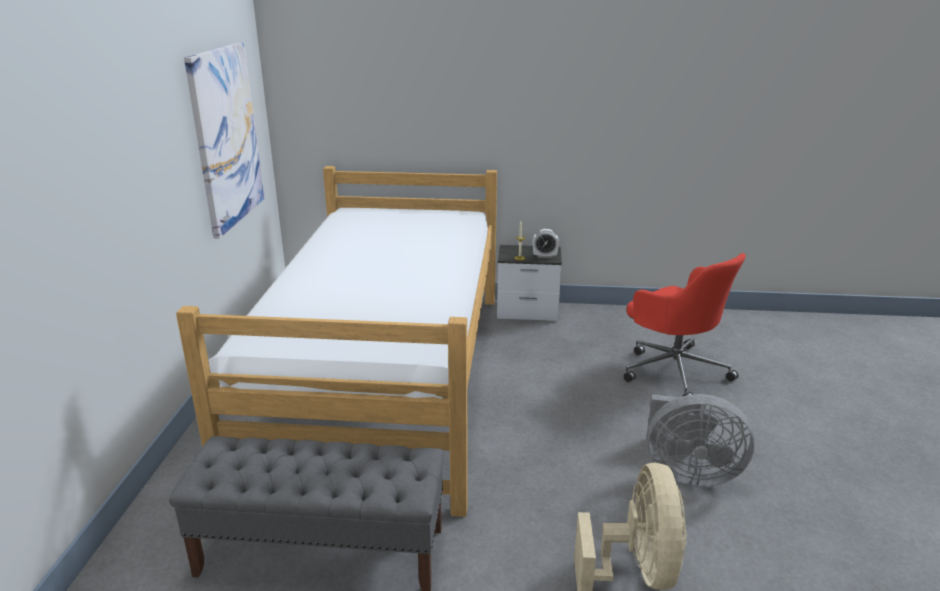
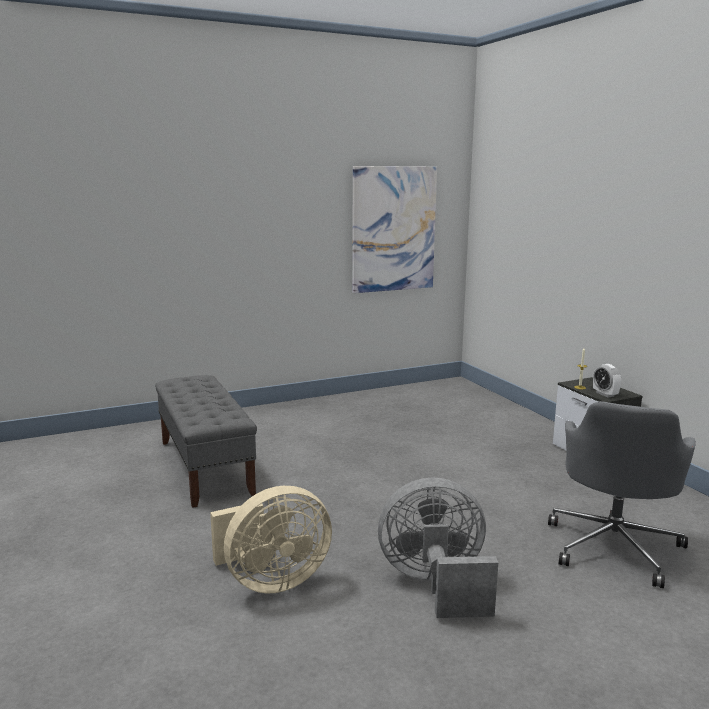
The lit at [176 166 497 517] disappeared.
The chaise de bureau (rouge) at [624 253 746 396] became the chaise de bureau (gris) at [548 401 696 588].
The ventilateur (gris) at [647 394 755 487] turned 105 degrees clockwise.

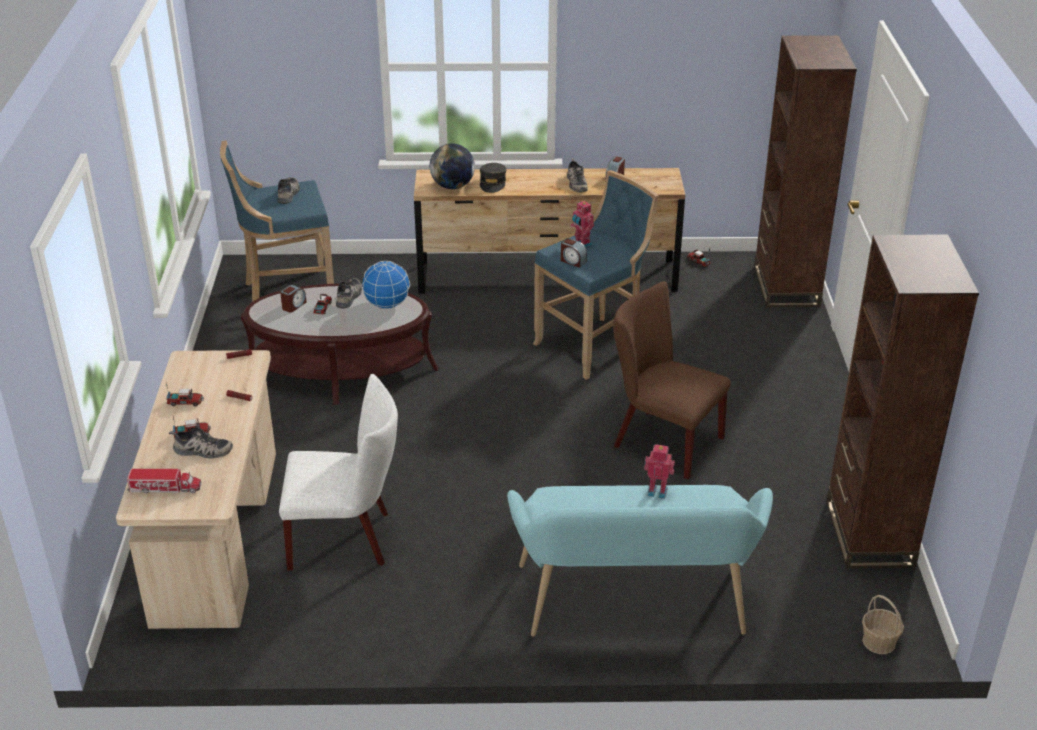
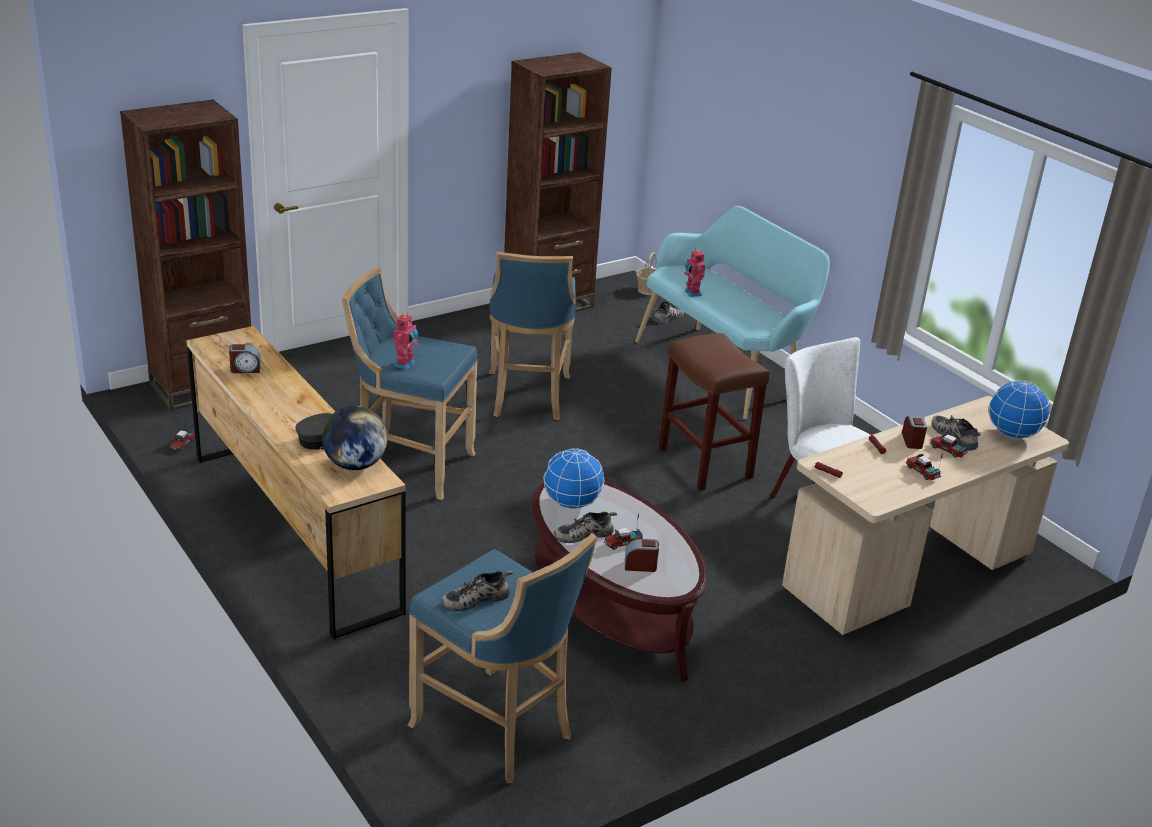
The camion jouet at [127 469 202 493] was replaced by the globe at [989 380 1050 439].
The réveil moved from [561 238 587 268] to [902 416 927 449].
The chaussure moved from [567 158 588 193] to [652 301 684 324].
The chaise (marron) at [613 281 731 480] was replaced by the tabouret (bleu) at [489 252 576 420].
The tabouret (marron) at [658 333 769 491] appeared.

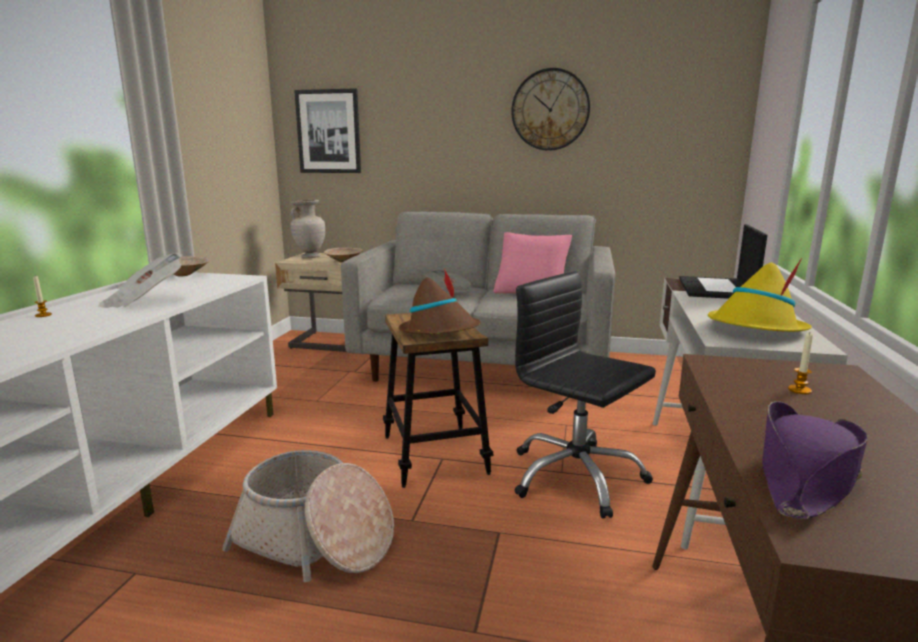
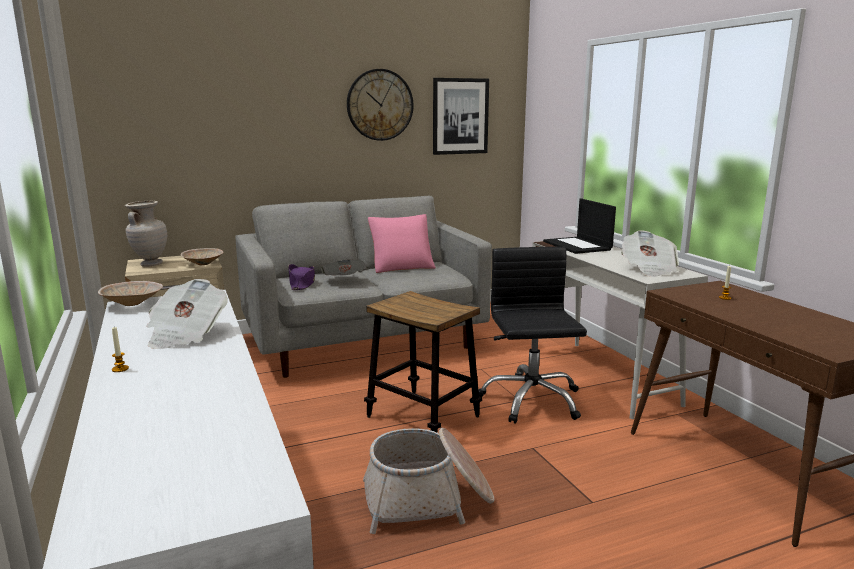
The tableau moved from [294 88 361 173] to [433 78 489 155].
The chapeau (marron) at [399 268 481 334] disappeared.
The chaise de bureau (noir) at [514 271 656 519] turned 75 degrees clockwise.
The chapeau (jaune) at [708 258 812 332] was replaced by the journal at [621 230 679 277].
The chapeau (violet) moved from [762 401 868 519] to [288 264 315 290].

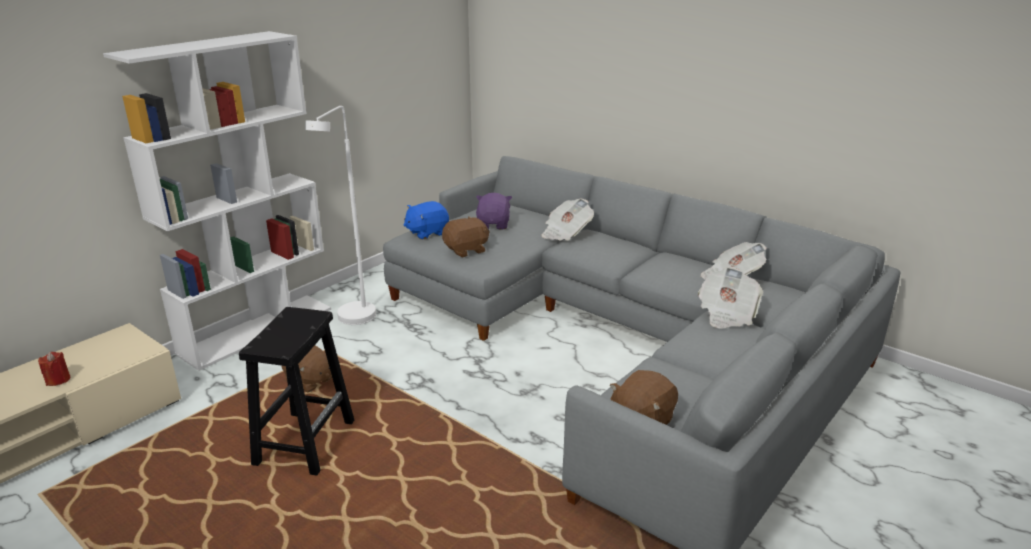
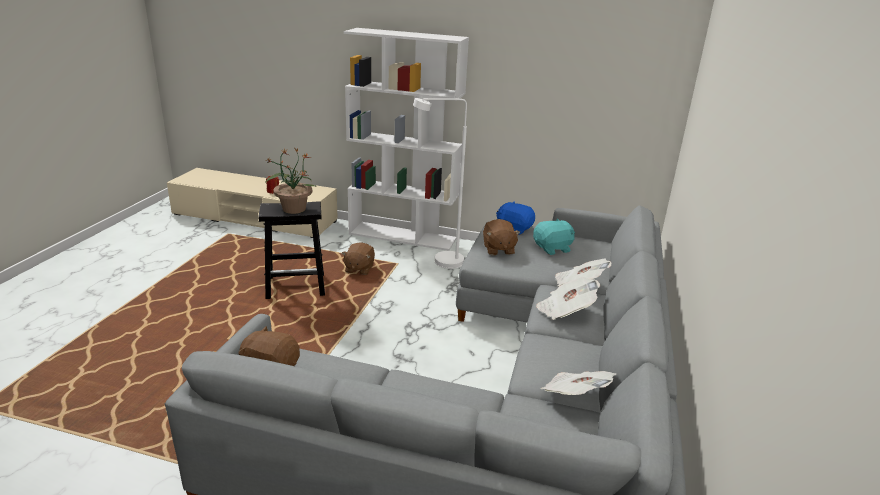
The peluche (marron) at [442 216 490 257] turned 45 degrees clockwise.
The peluche (violet) at [476 193 512 229] became the peluche (turquoise) at [533 219 575 255].
The journal moved from [698 267 763 328] to [536 277 601 320].
The plante en pot at [265 148 317 214] appeared.

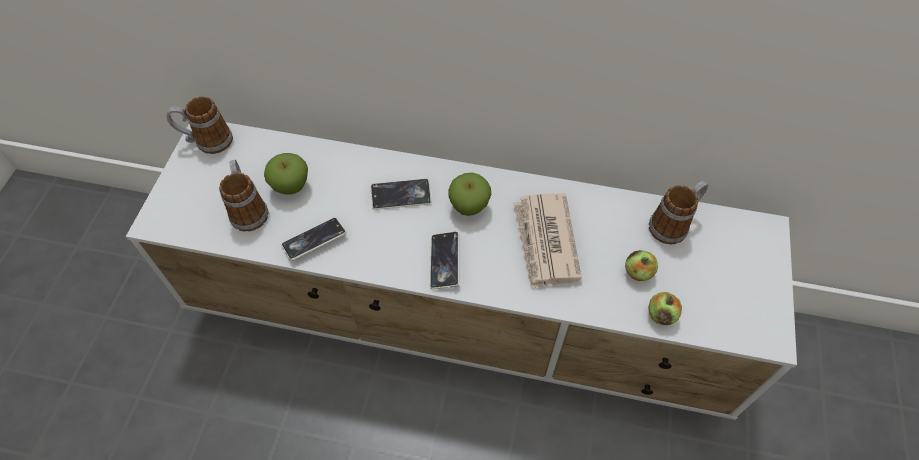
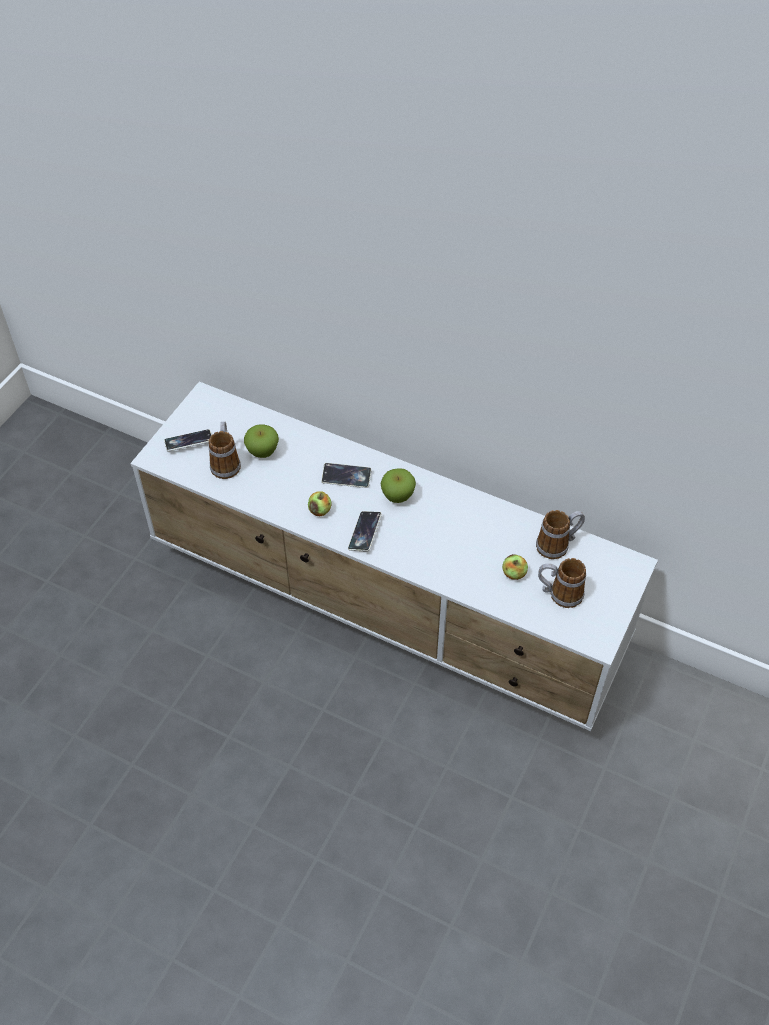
The mug moved from [166 96 233 154] to [538 558 586 608].
The téléphone moved from [281 218 346 261] to [164 429 212 451].
The journal at [513 193 582 289] disappeared.
The pomme moved from [648 292 682 325] to [308 491 332 516].

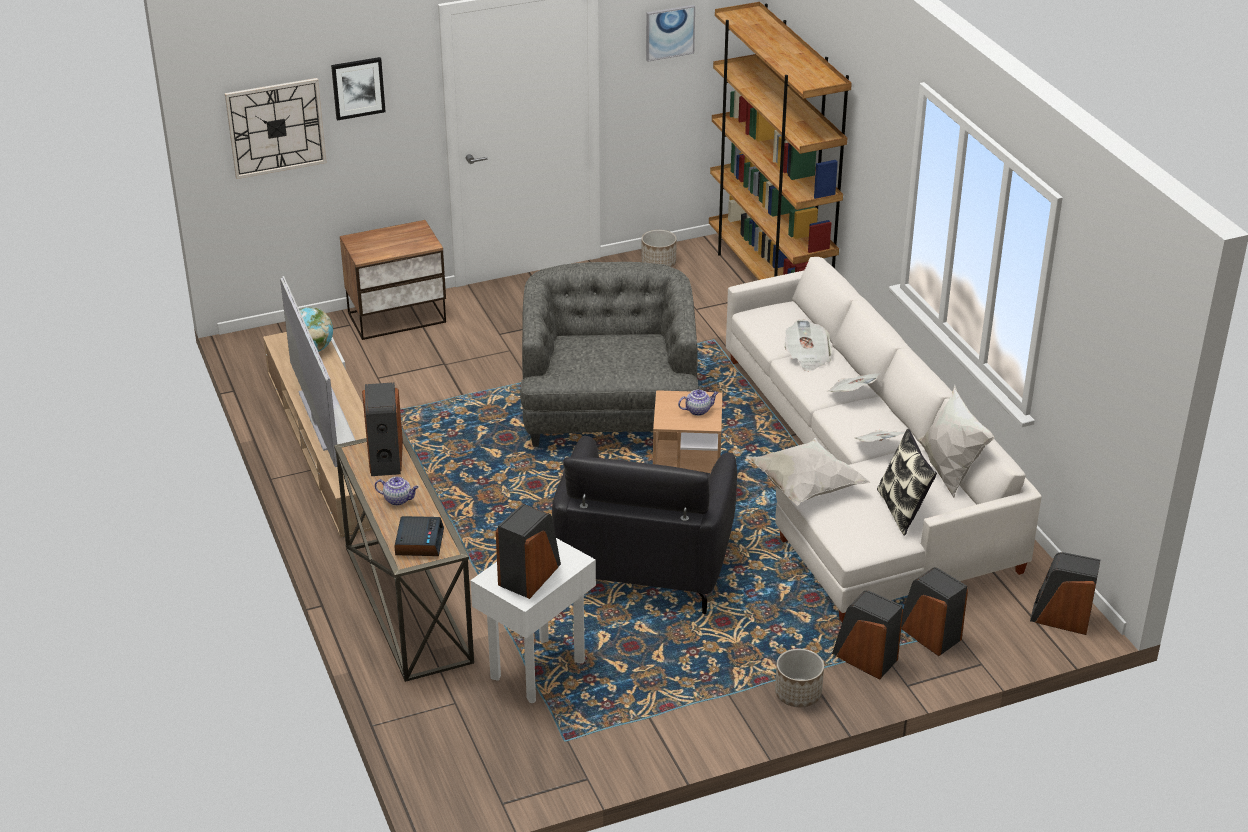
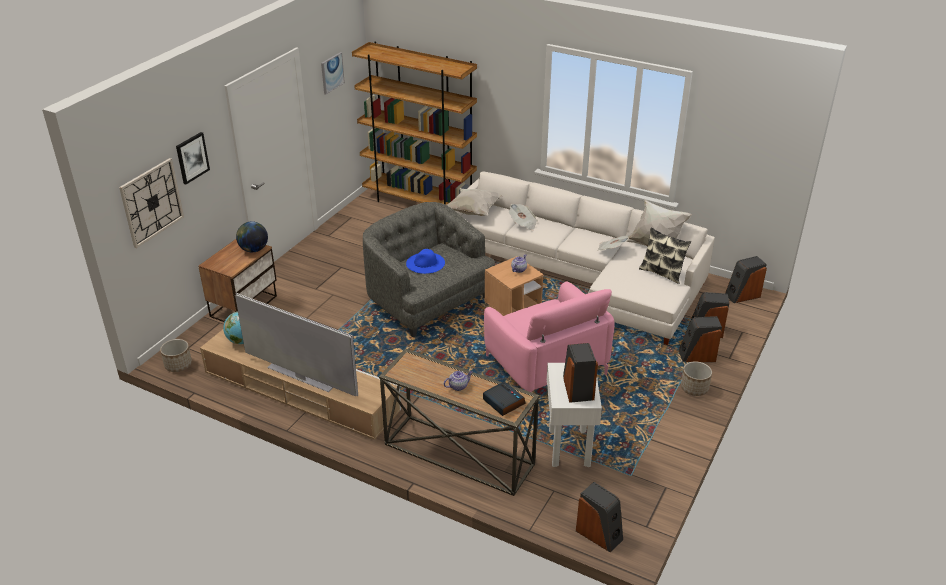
The enceinte moved from [362 382 403 476] to [576 482 623 553].
The fauteuil (noir) at [552 436 737 615] became the fauteuil (rose) at [484 282 615 392].
The cache-pot moved from [642 230 677 267] to [160 339 192 372].
The coussin (blanc) moved from [746 438 870 506] to [447 188 503 216].
The journal at [827 373 880 392] disappeared.
The globe at [236 221 268 252] appeared.
The chapeau (bleu) at [406 249 445 274] appeared.

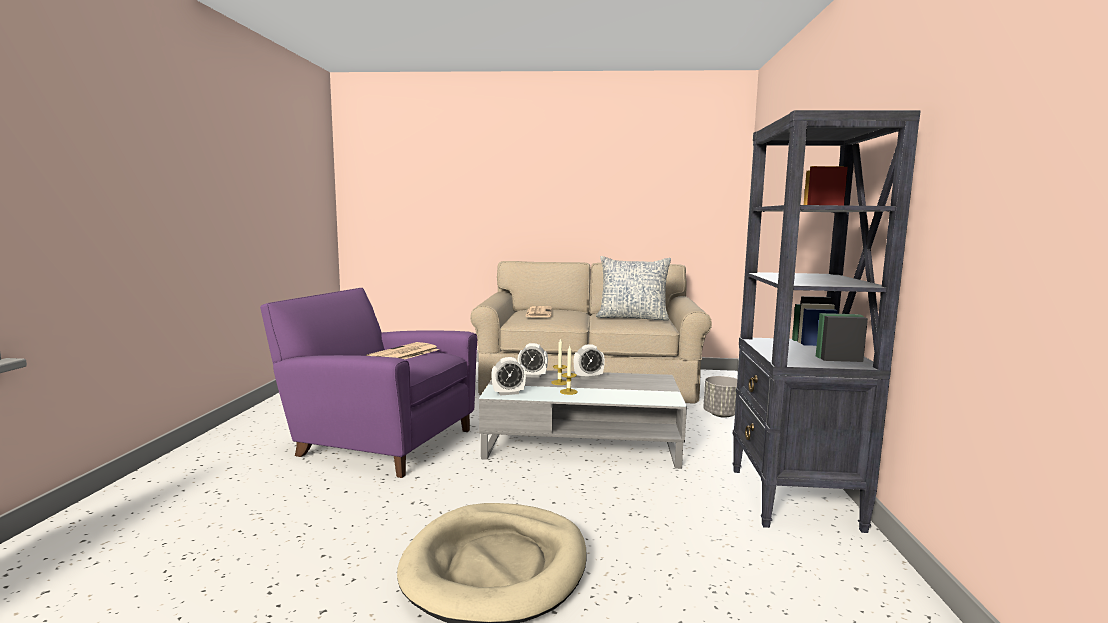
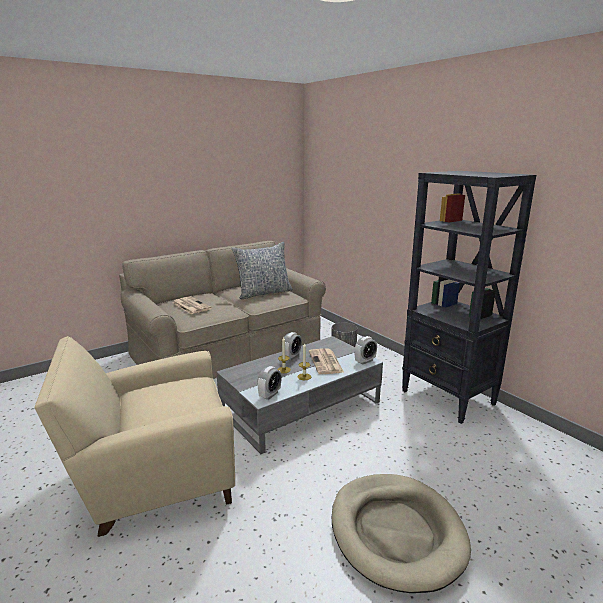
The fauteuil (violet) at [260 288 477 478] became the fauteuil (beige) at [34 336 235 537].
The journal moved from [366 342 439 360] to [309 348 344 374].
The réveil moved from [518 343 548 377] to [355 336 377 365].

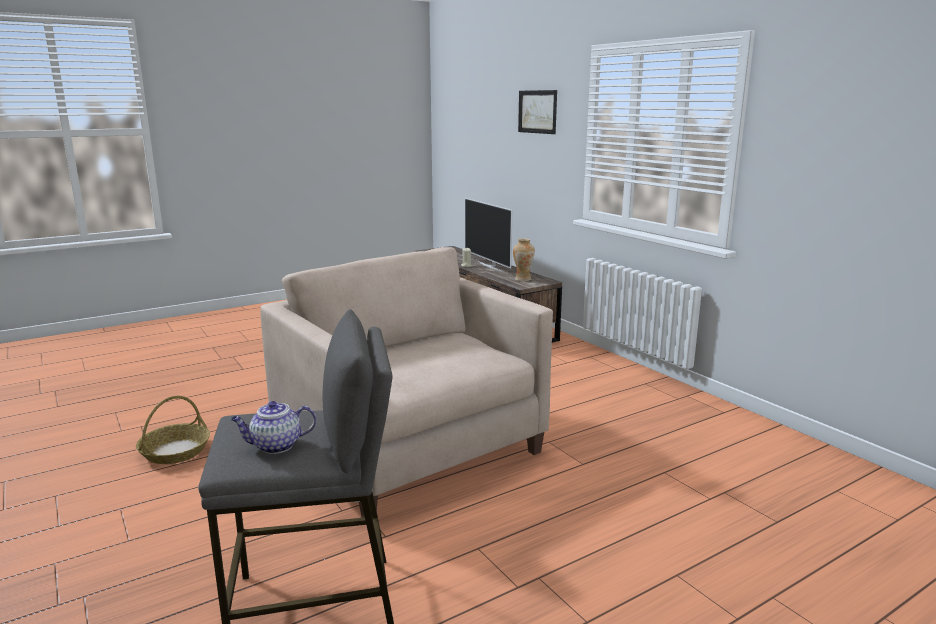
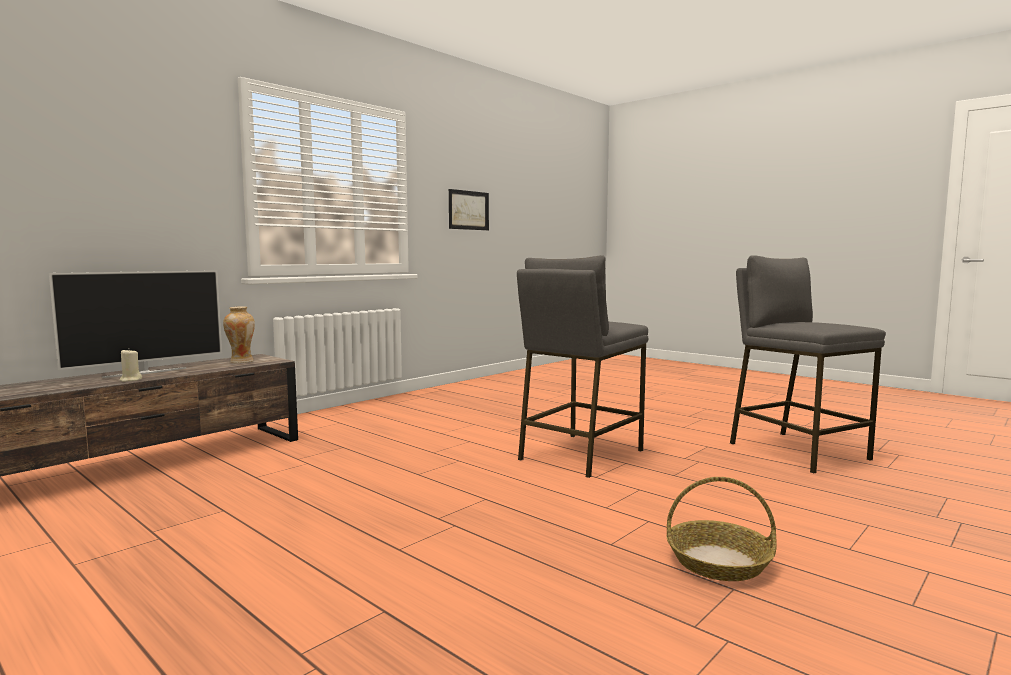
The théière at [231 401 316 454] disappeared.
The fauteuil (beige) at [260 247 553 518] was replaced by the tabouret (gris) at [517 255 648 478].
The tableau moved from [518 90 557 134] to [449 189 489 230].

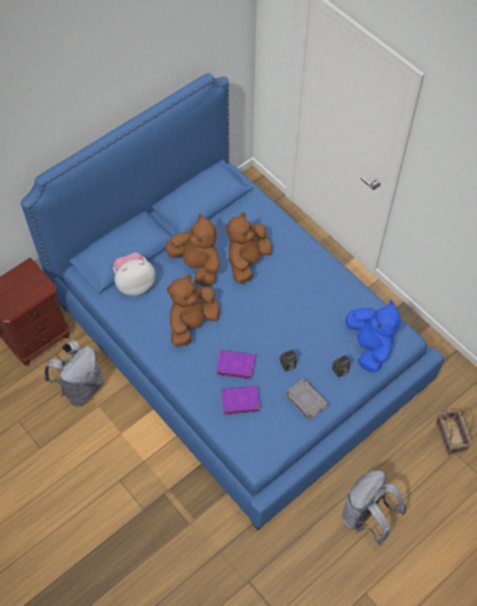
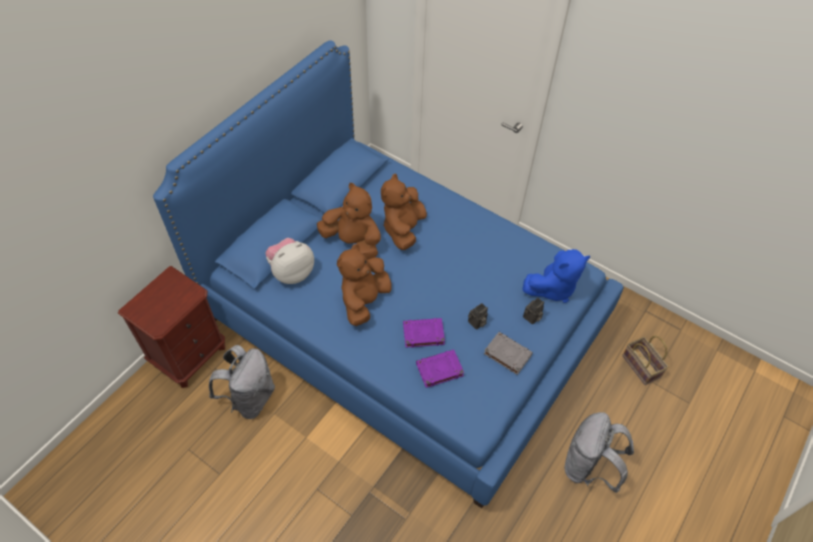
The peluche (bleu) at [346 300 401 372] turned 90 degrees clockwise.

